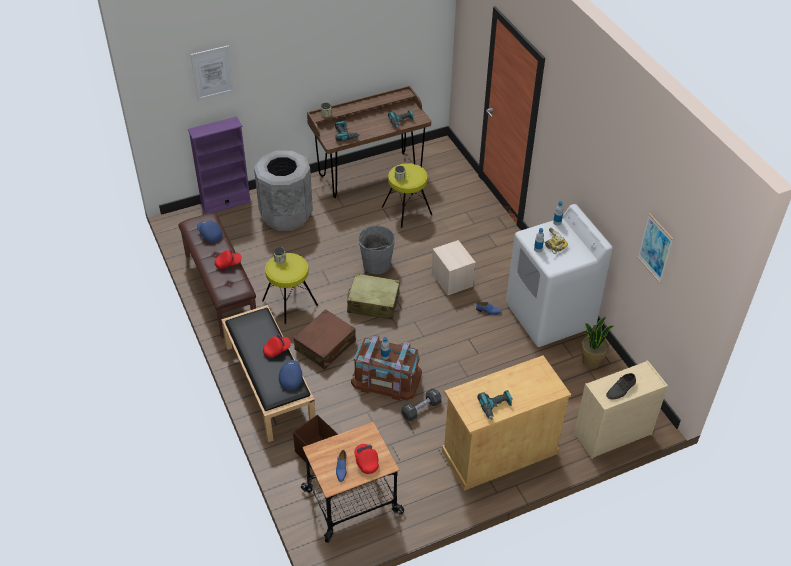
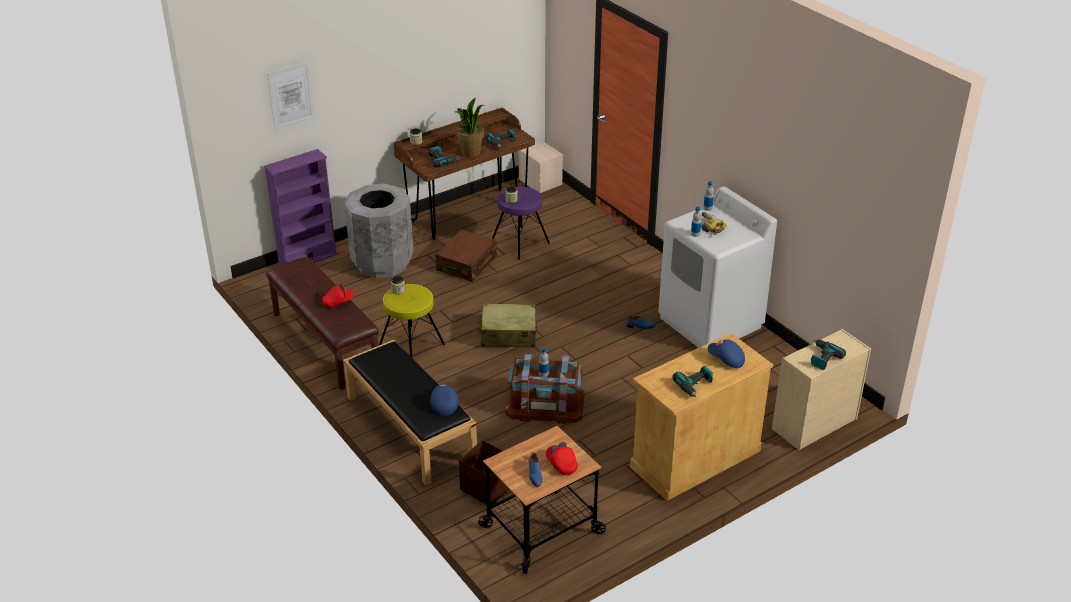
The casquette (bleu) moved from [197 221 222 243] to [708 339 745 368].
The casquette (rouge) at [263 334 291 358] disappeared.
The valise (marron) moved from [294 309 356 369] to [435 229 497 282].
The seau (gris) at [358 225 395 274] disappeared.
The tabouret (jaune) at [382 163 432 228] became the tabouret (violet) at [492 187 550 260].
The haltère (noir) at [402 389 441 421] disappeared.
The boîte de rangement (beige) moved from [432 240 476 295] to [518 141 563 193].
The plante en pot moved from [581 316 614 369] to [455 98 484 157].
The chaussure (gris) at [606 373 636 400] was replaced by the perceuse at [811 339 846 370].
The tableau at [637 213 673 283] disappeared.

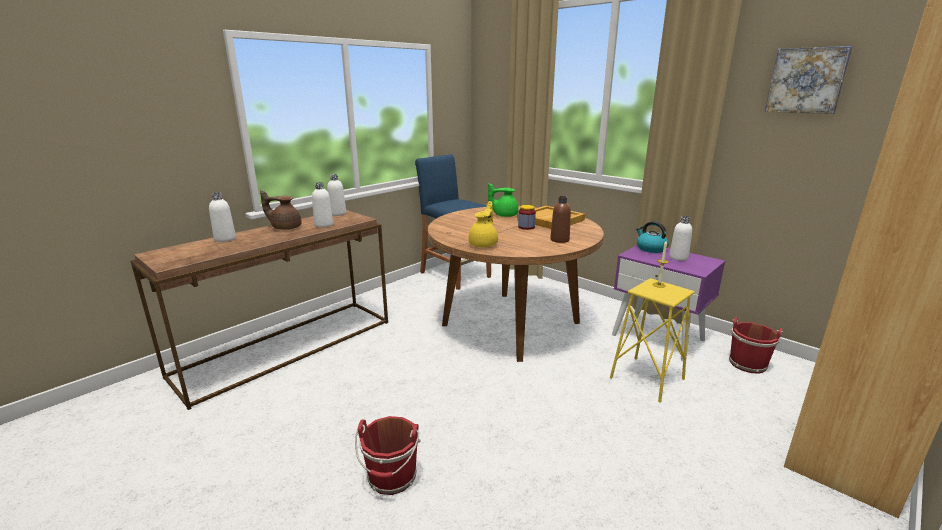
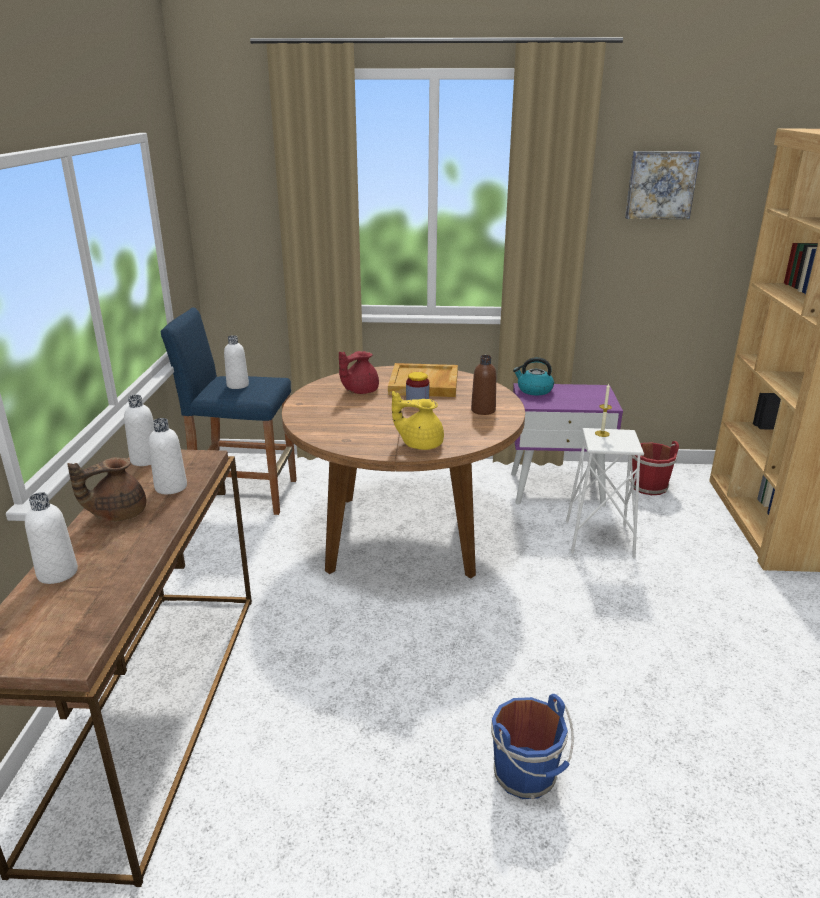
The seau (rouge) at [355 416 420 495] became the seau (bleu) at [491 694 574 799].
The théière (jaune) at [469 201 498 247] turned 60 degrees counterclockwise.
The théière (vert) at [488 183 519 217] became the théière (rouge) at [339 351 379 394].
The tabouret (jaune) at [610 278 695 403] became the tabouret (blanc) at [566 428 644 558].
The bouteille (blanc) moved from [669 216 692 261] to [224 335 249 389].

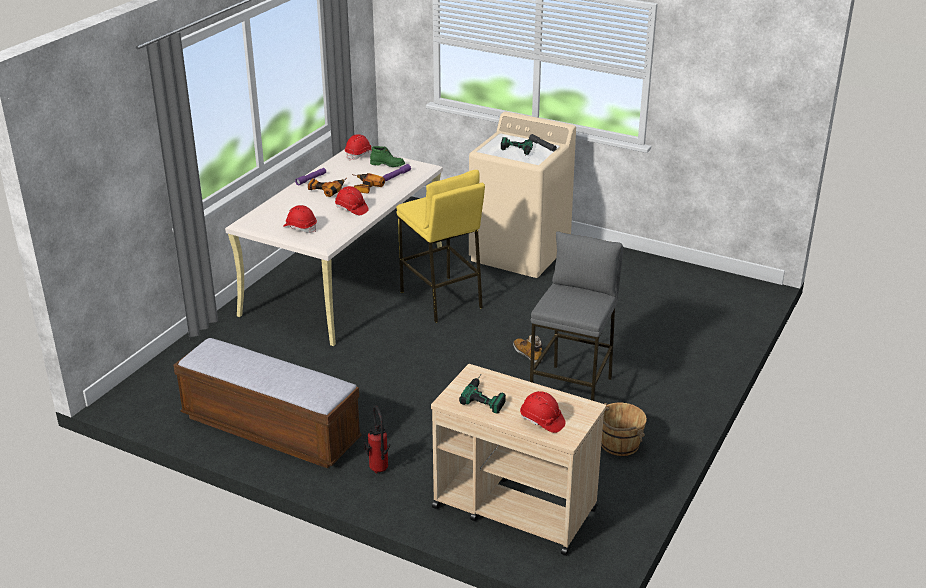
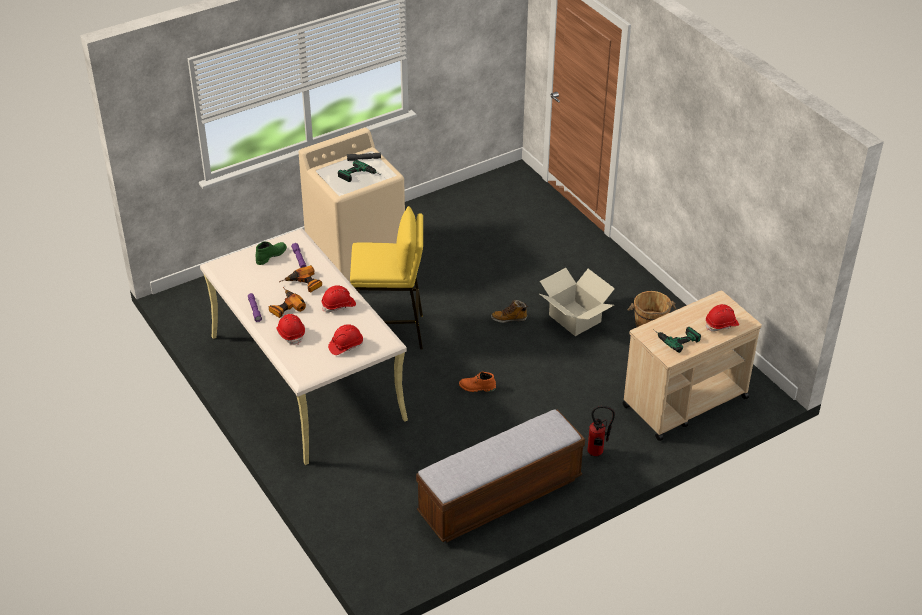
The casque de chantier (rouge) moved from [345 134 371 161] to [276 314 305 345].
The tabouret (gris) at [530 231 623 401] was replaced by the carton at [540 268 615 336].
The botte (orange) at [459 372 496 392] appeared.

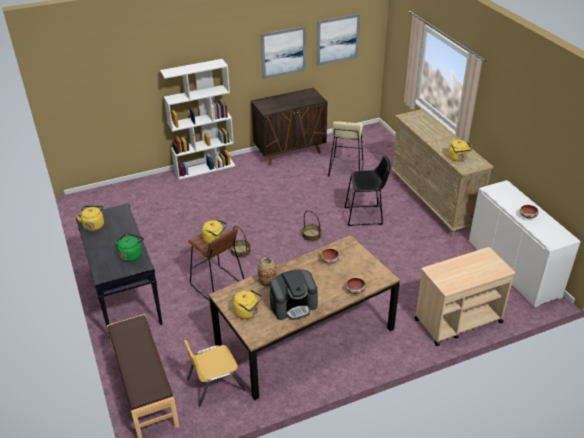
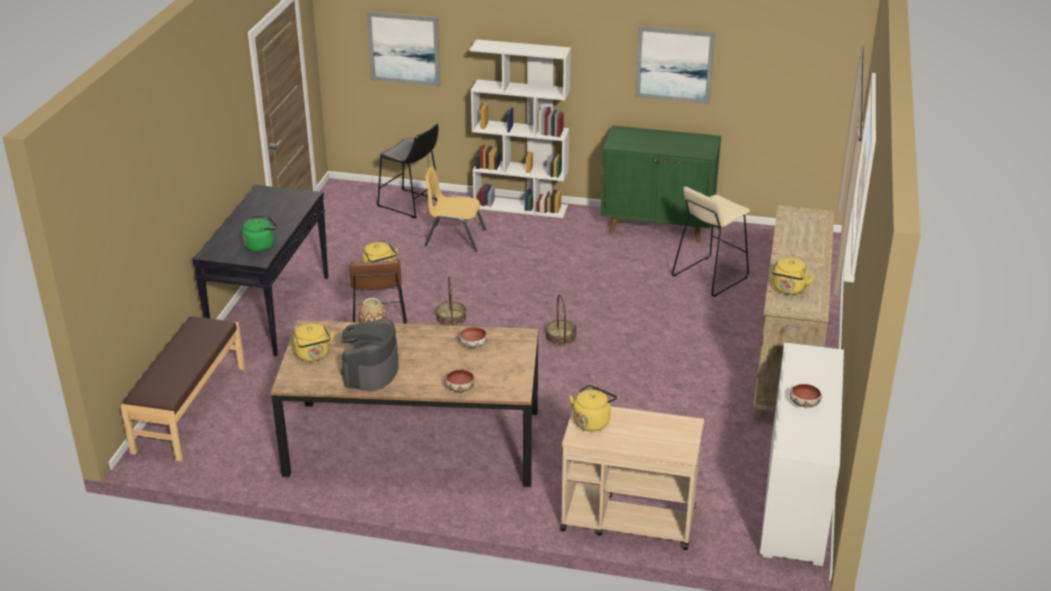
The bouilloire (jaune) moved from [76 206 104 231] to [569 385 617 432].
The chaise (jaune) moved from [184 340 246 406] to [425 167 486 252].
The meuble de rangement (marron) at [251 88 327 165] became the meuble de rangement (vert) at [601 125 721 243].
The machine à café at [270 270 318 320] turned 90 degrees clockwise.
The tableau moved from [317 14 360 66] to [367 11 440 87].
The tabouret (noir) moved from [344 155 391 226] to [377 123 439 219].

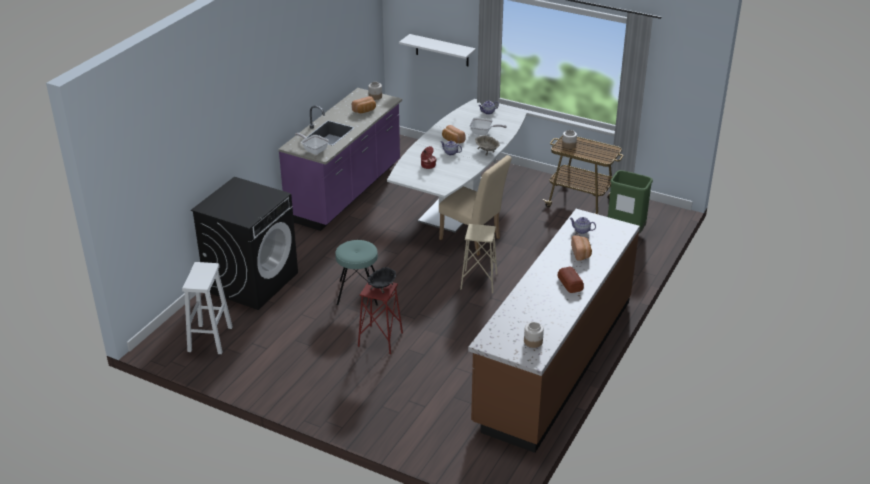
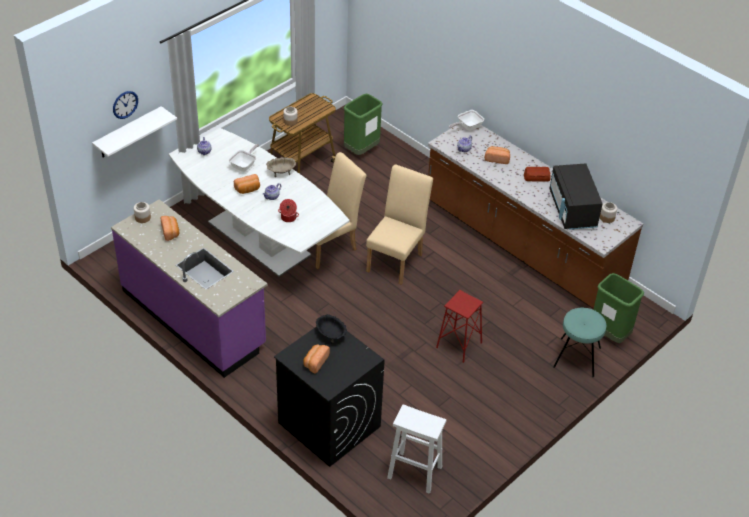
The poêle moved from [295 133 329 155] to [449 110 484 131].
The tabouret (turquoise) moved from [335 240 378 306] to [553 308 606 377].
The bol (noir) moved from [367 267 396 293] to [316 314 347 344].
The tabouret (beige) at [460 224 497 293] was replaced by the chaise (beige) at [366 165 433 285].
The horloge murale at [113 91 138 119] appeared.
The pain at [303 345 330 373] appeared.
The micro-ondes (noir) at [549 164 603 230] appeared.
The poubelle (vert) at [593 273 644 343] appeared.

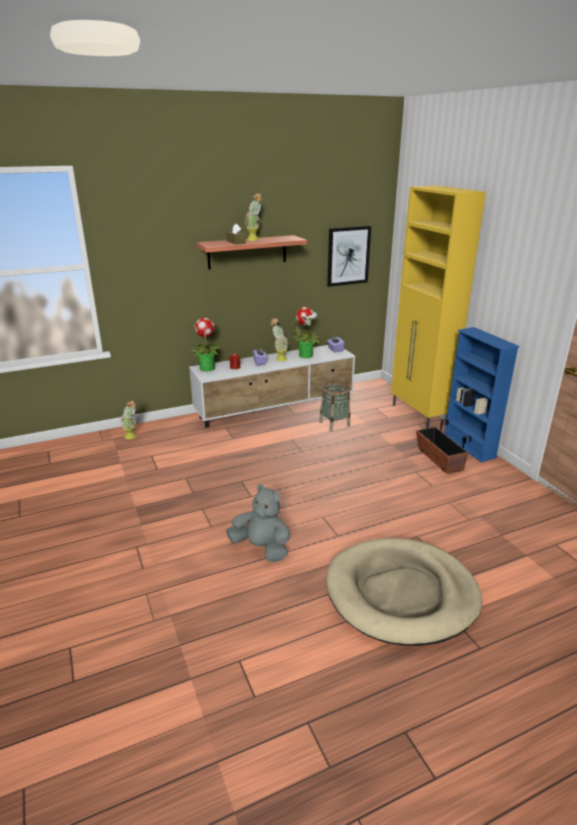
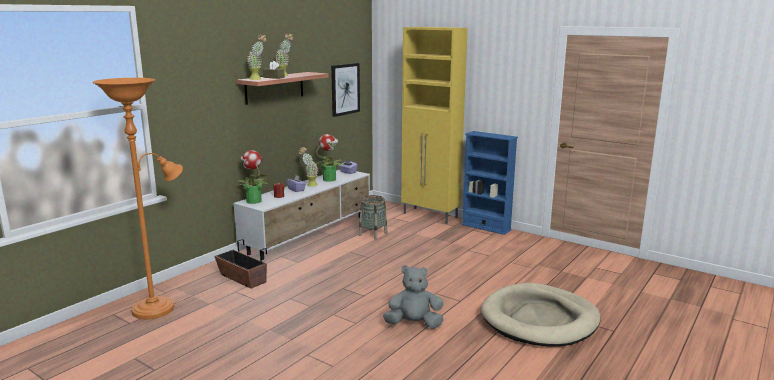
The plante en pot moved from [121 400 137 439] to [247 34 267 80].
The cache-pot moved from [416 419 471 474] to [214 239 267 289].
The lampadaire (orange) at [93 78 183 319] appeared.

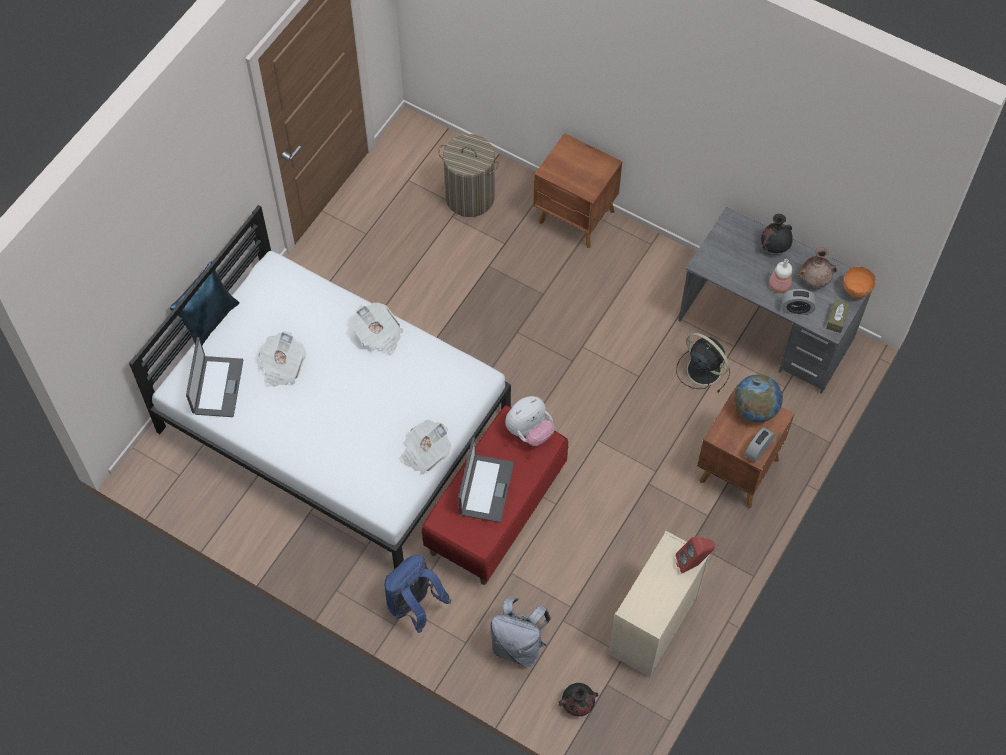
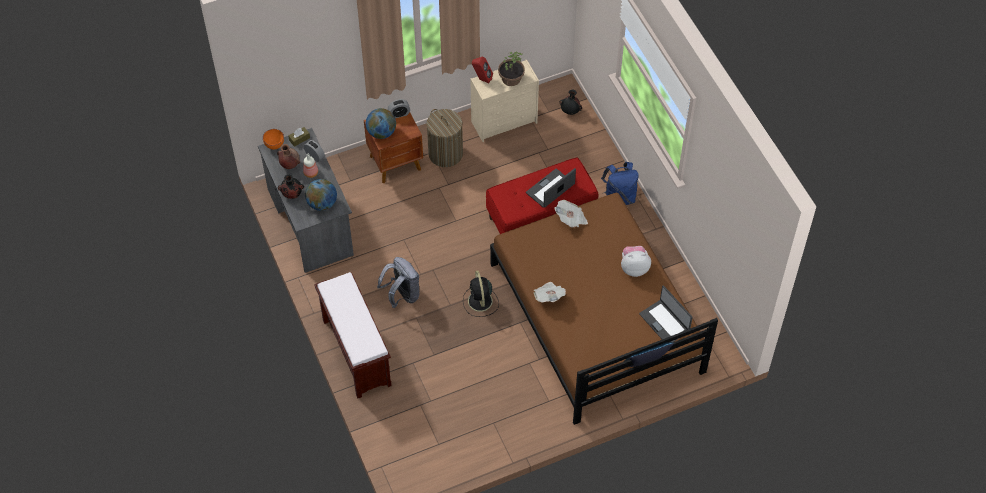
The lit (blanc) at [129 205 511 570] became the lit (marron) at [490 193 718 425].
The ordinateur portable at [186 337 243 417] turned 75 degrees counterclockwise.
The journal at [259 332 306 387] disappeared.
The panier à linge moved from [438 134 499 217] to [427 109 463 167].
The sac à dos (gris) moved from [490 597 551 667] to [377 257 420 308].
The peluche moved from [505 396 555 446] to [621 246 651 277].
The table de chevet (marron) at [534 133 622 248] was replaced by the banc (marron) at [314 272 392 399].
The ventilateur (noir) moved from [676 333 730 393] to [463 271 499 317].
The globe at [305 179 337 211] appeared.
The plante en pot at [498 51 525 86] appeared.

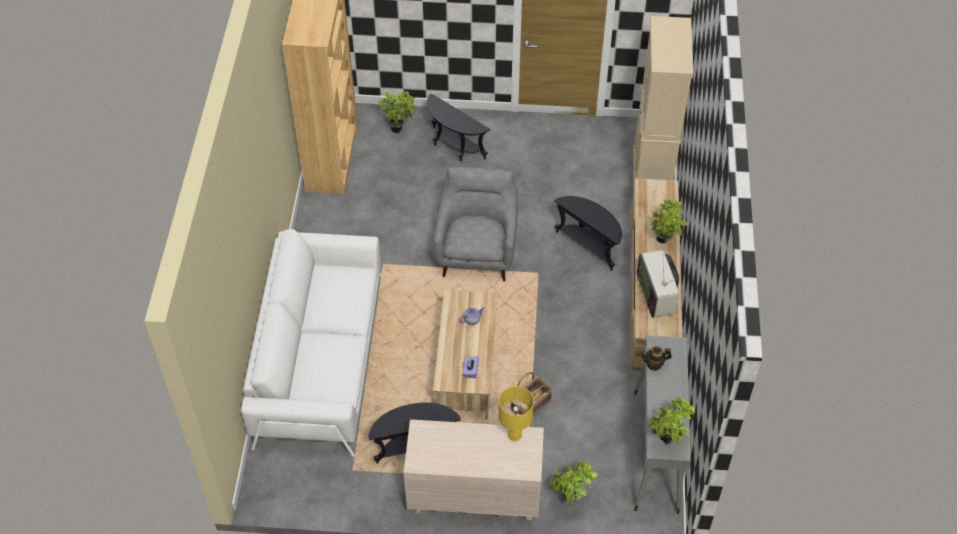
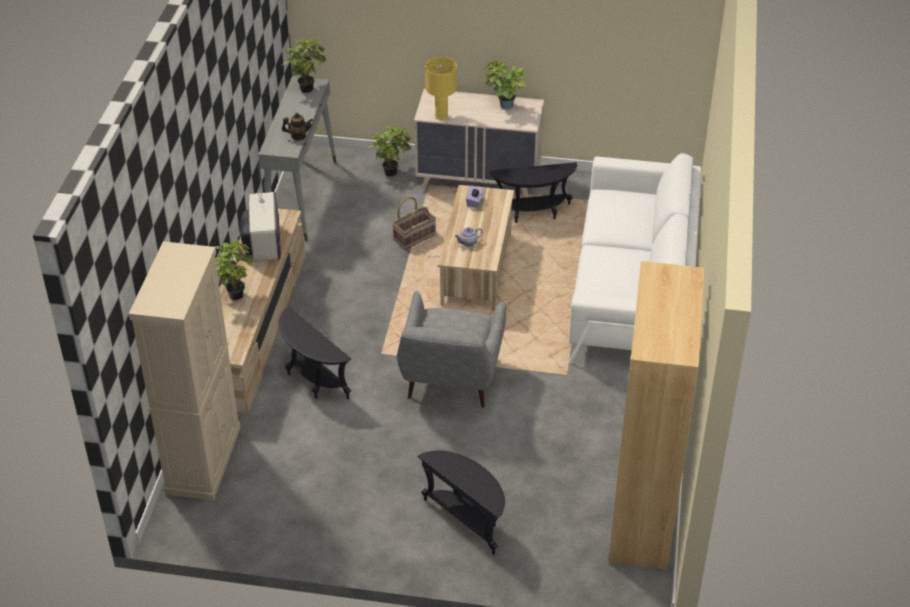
The plante en pot moved from [379 91 415 133] to [484 60 527 109].

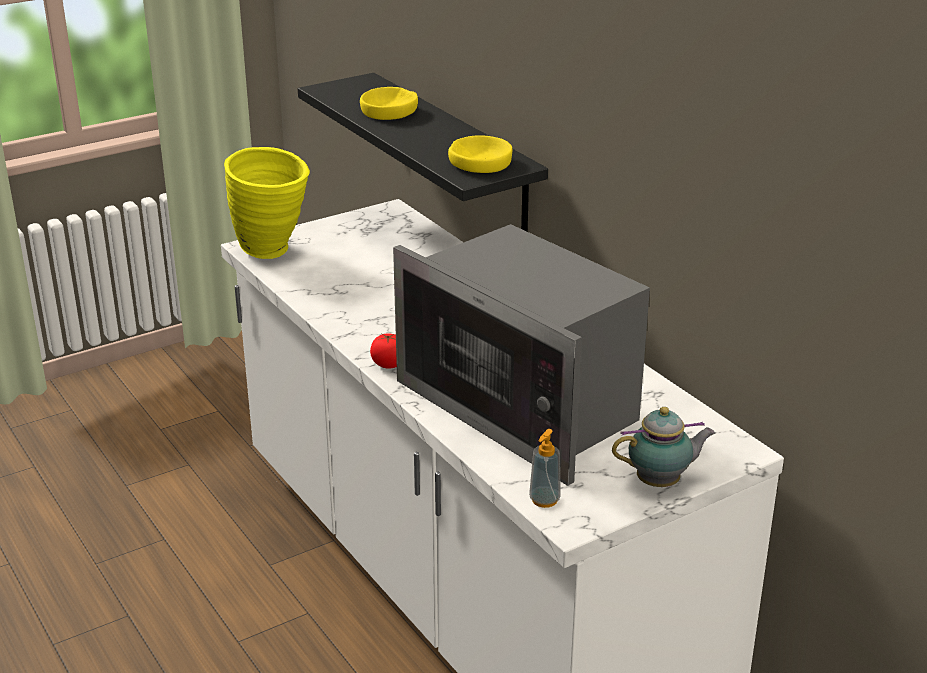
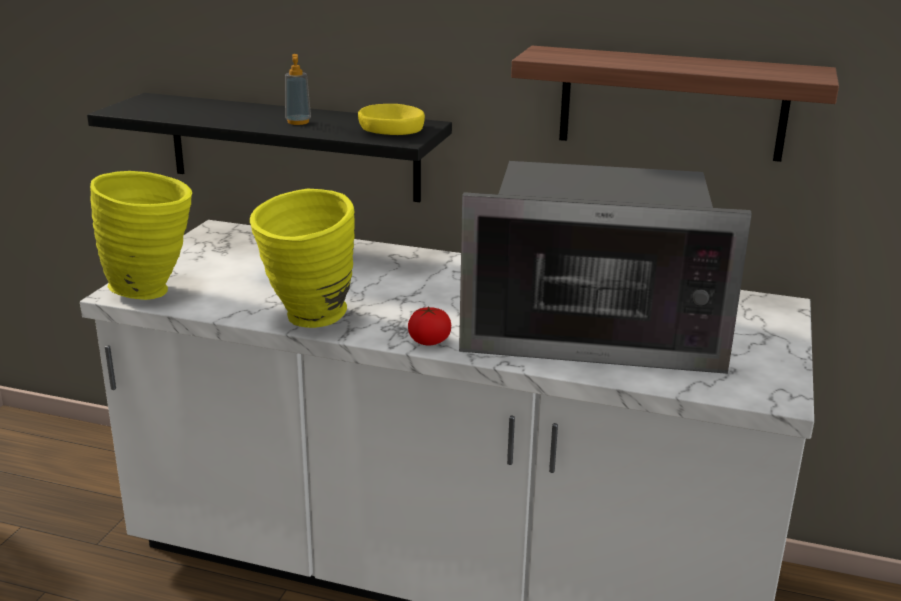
The bol (jaune) at [360 87 418 120] disappeared.
The distributeur de savon moved from [529 429 561 508] to [285 54 311 125].
The théière at [612 407 715 487] disappeared.
The vase (jaune) at [250 189 355 328] appeared.
The étagère at [511 46 839 162] appeared.

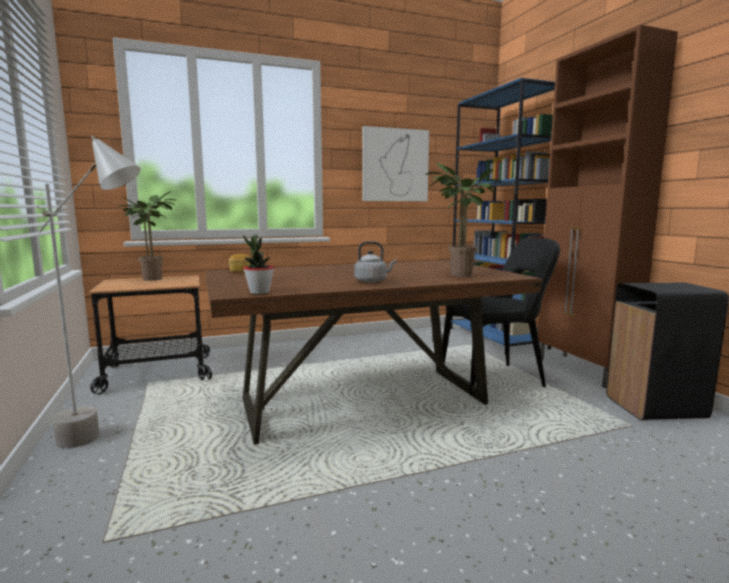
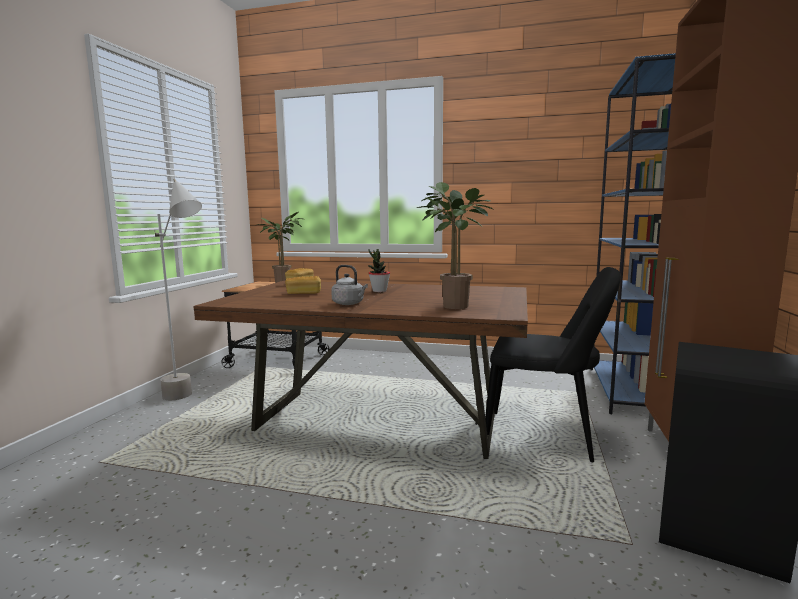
The plante en pot moved from [243 235 274 294] to [368 249 390 292].
The tableau at [362 126 429 201] disappeared.
The pain at [285 276 321 294] appeared.

